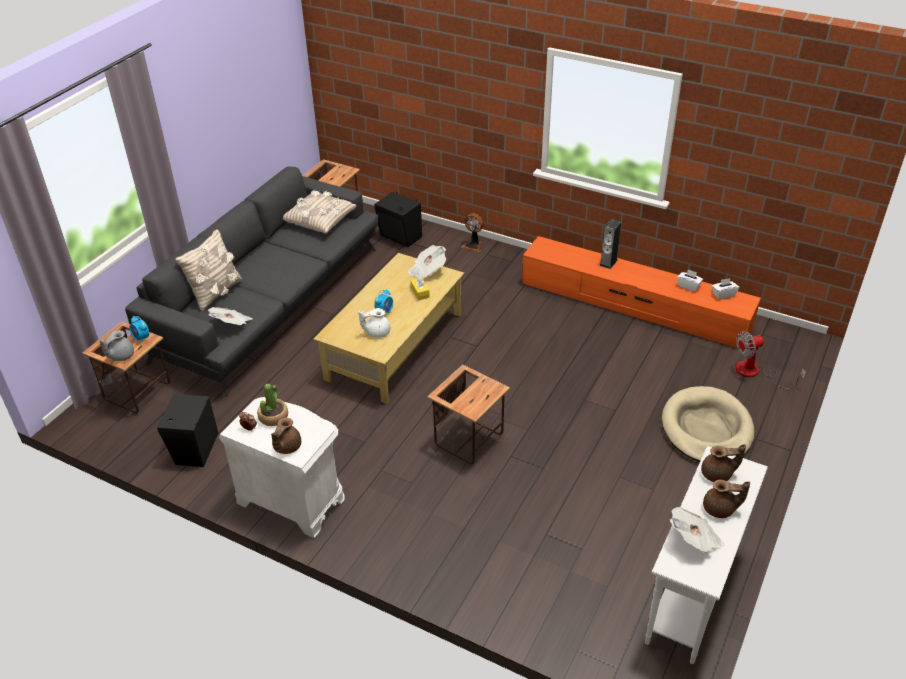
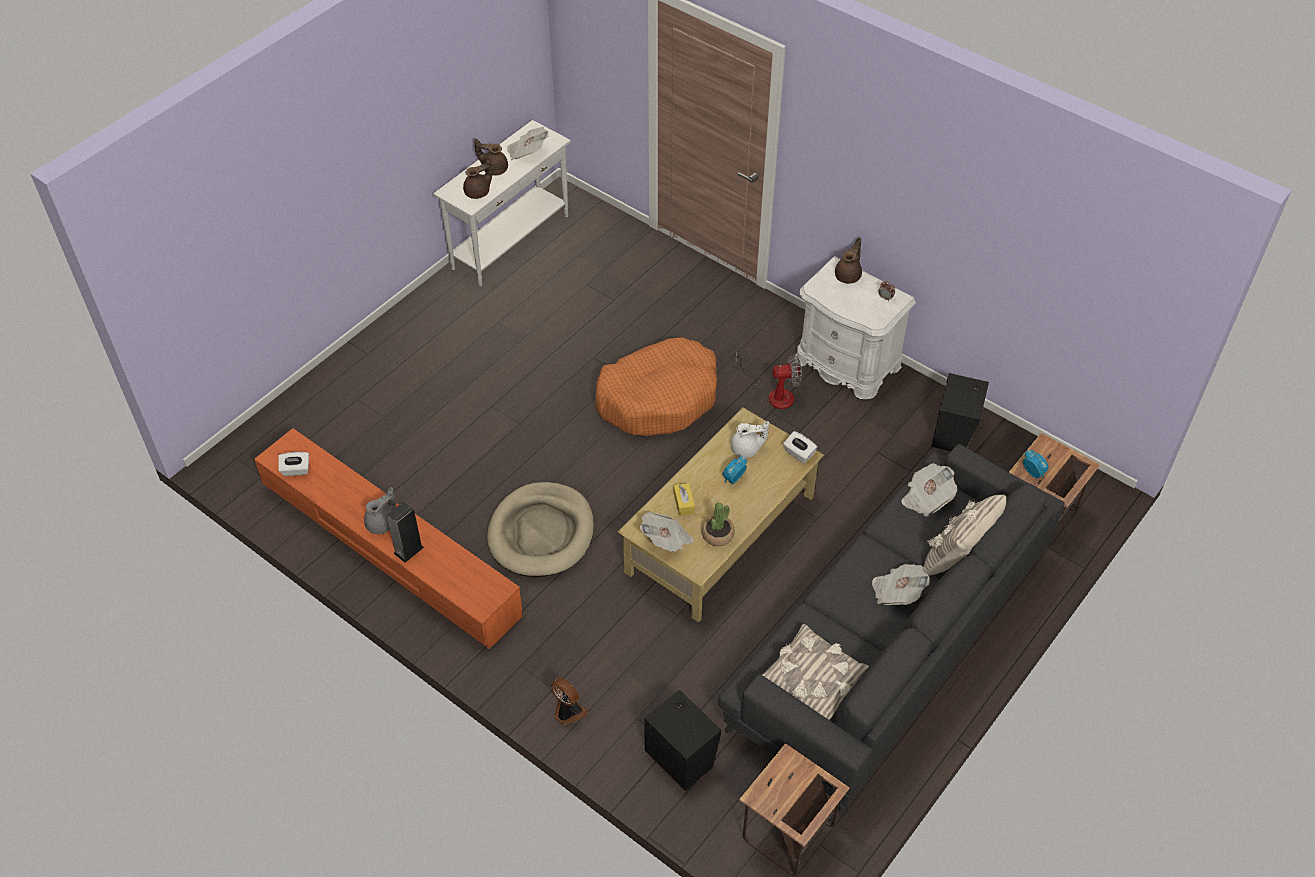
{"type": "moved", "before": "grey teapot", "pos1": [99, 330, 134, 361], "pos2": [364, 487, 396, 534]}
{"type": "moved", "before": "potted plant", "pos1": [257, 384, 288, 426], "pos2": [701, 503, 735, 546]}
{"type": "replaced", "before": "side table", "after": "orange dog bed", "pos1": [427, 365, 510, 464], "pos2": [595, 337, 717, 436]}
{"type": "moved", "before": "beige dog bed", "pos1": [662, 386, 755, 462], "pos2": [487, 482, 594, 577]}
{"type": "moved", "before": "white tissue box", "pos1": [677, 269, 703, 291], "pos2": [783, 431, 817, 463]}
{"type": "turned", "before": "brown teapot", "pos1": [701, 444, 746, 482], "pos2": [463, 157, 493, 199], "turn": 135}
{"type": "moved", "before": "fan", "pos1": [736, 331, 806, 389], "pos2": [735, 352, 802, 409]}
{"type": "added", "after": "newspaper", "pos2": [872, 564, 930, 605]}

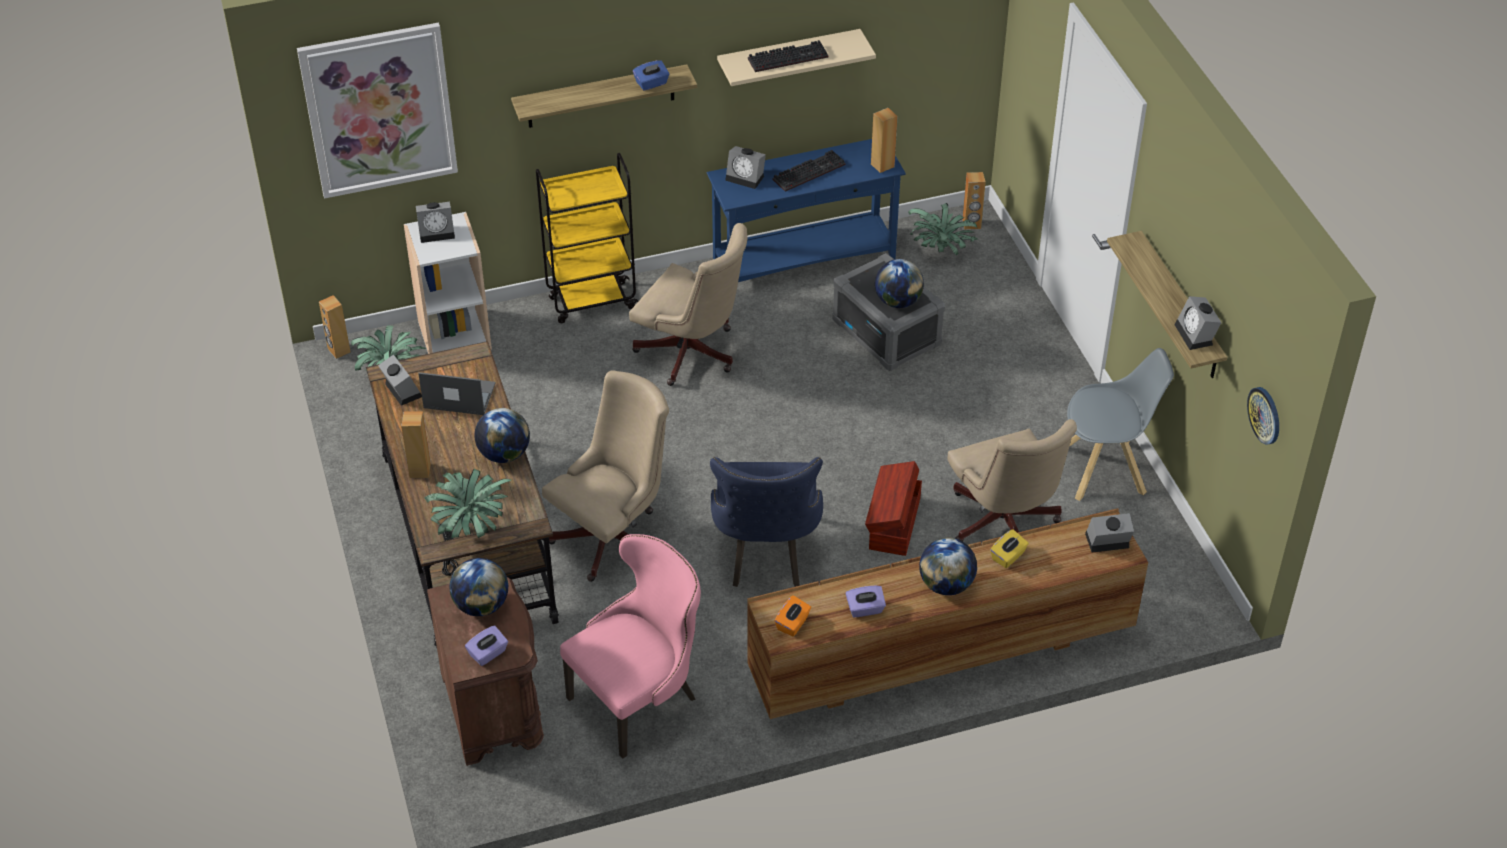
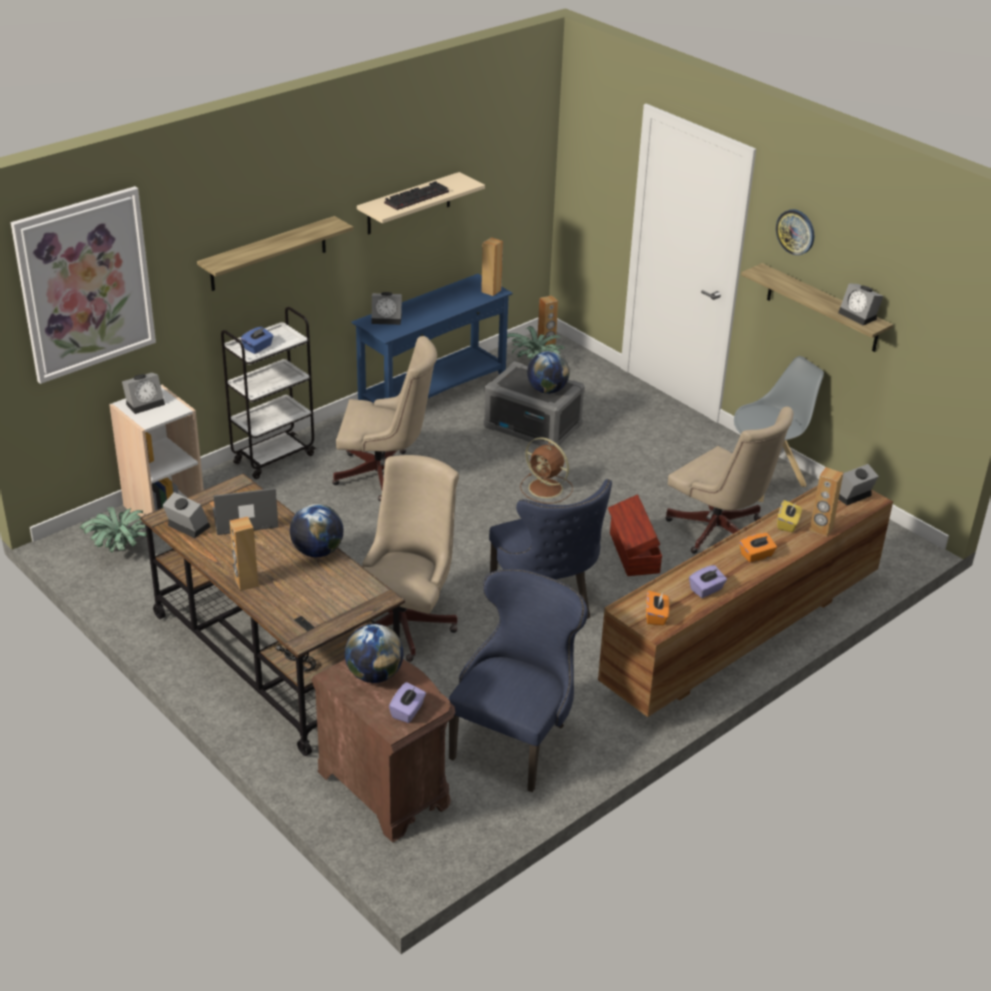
{"type": "moved", "before": "brown speaker", "pos1": [319, 295, 351, 359], "pos2": [810, 467, 843, 537]}
{"type": "removed", "before": "potted plant", "pos1": [425, 469, 511, 538]}
{"type": "recoloured", "before": "yellow cart", "after": "white cart", "pos1": [536, 153, 638, 323], "pos2": [221, 307, 317, 479]}
{"type": "recoloured", "before": "pink chair", "after": "blue chair", "pos1": [560, 534, 701, 759], "pos2": [448, 569, 588, 792]}
{"type": "moved", "before": "blue tissue box", "pos1": [633, 60, 670, 91], "pos2": [241, 327, 274, 354]}
{"type": "removed", "before": "keyboard", "pos1": [772, 150, 846, 192]}
{"type": "replaced", "before": "globe", "after": "orange tissue box", "pos1": [919, 538, 977, 595], "pos2": [740, 533, 777, 563]}
{"type": "moved", "before": "wall clock", "pos1": [1247, 387, 1279, 445], "pos2": [776, 209, 814, 255]}
{"type": "added", "after": "brown fan", "pos2": [520, 437, 573, 504]}

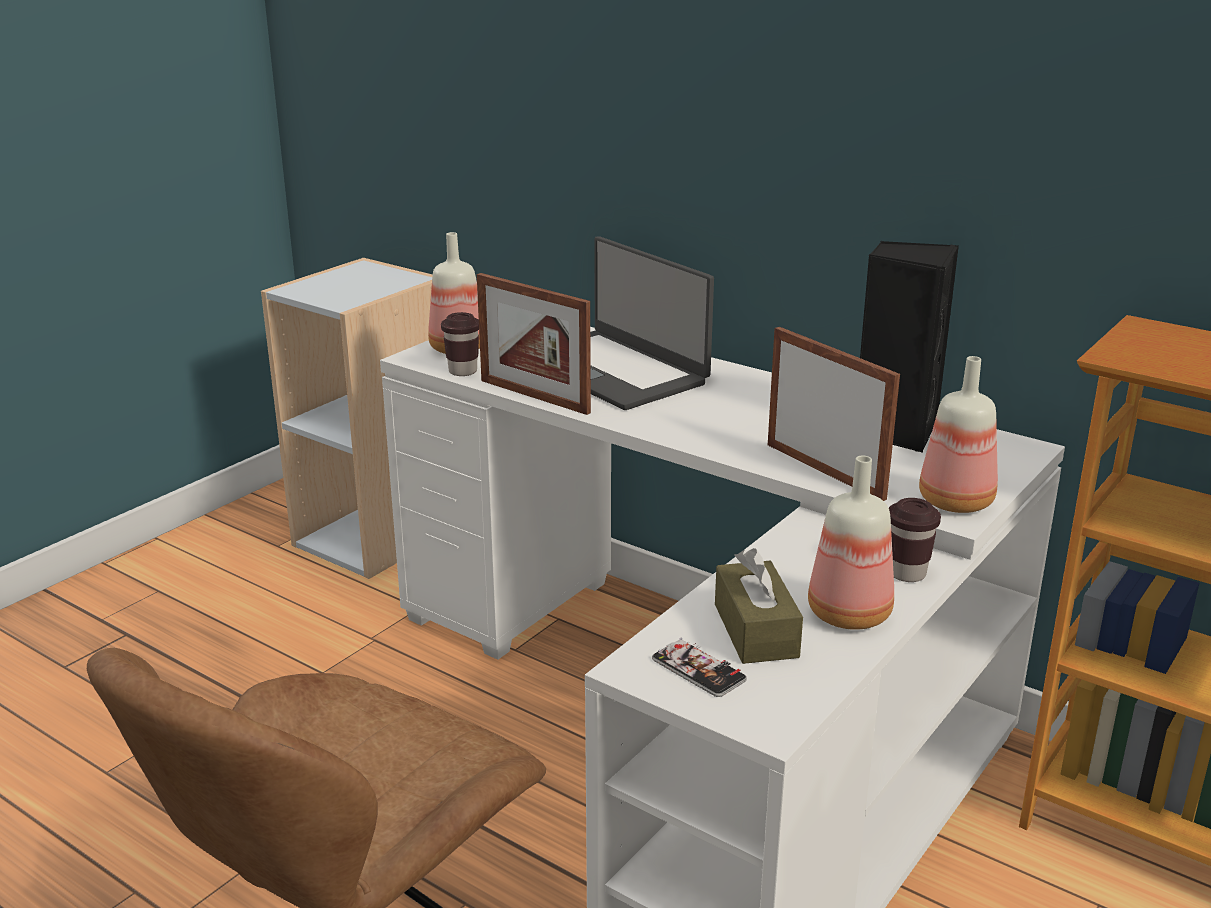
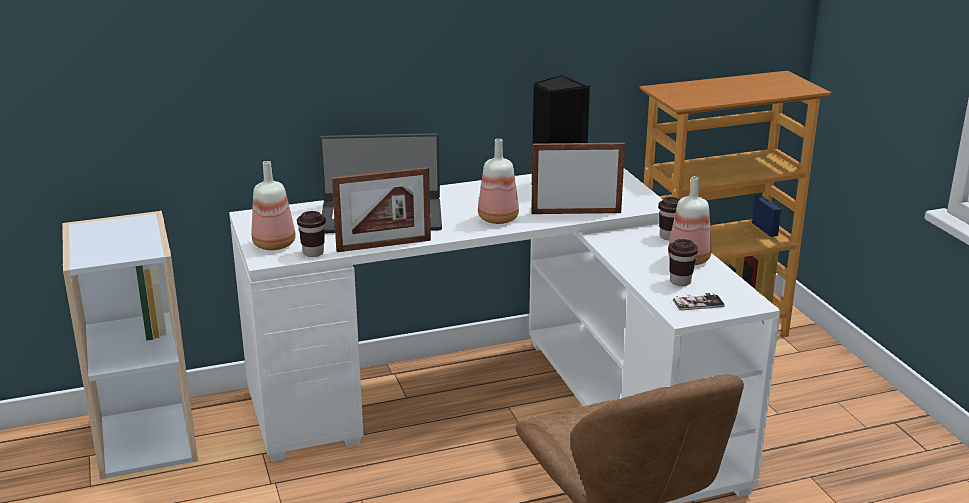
{"type": "replaced", "before": "brown tissue box", "after": "brown cup", "pos1": [715, 548, 803, 664], "pos2": [668, 239, 698, 286]}
{"type": "moved", "before": "bottle", "pos1": [919, 356, 998, 513], "pos2": [478, 139, 519, 224]}

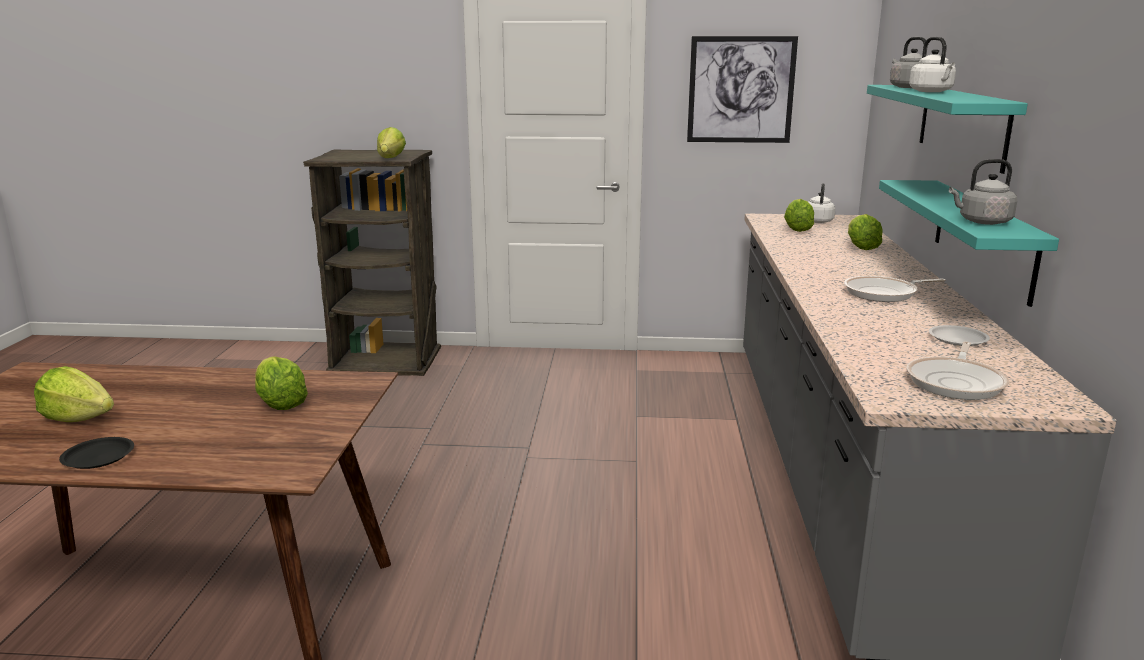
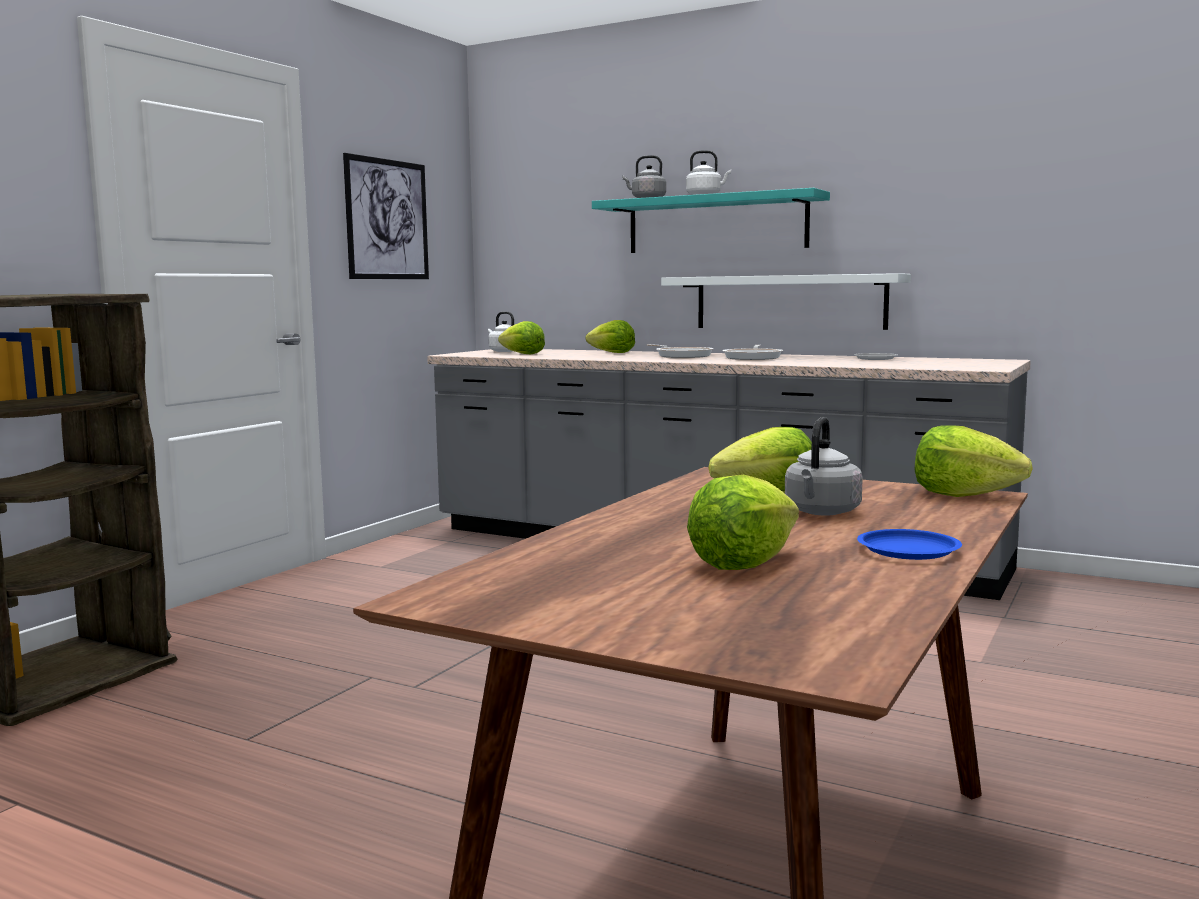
{"type": "recoloured", "before": "black plate", "after": "blue plate", "pos1": [59, 437, 134, 469], "pos2": [857, 529, 962, 560]}
{"type": "moved", "before": "lettuce", "pos1": [377, 127, 406, 158], "pos2": [915, 425, 1033, 497]}
{"type": "recoloured", "before": "turquoise shelf", "after": "white shelf", "pos1": [879, 180, 1059, 307], "pos2": [661, 273, 911, 330]}
{"type": "moved", "before": "frying pan", "pos1": [906, 341, 1009, 400], "pos2": [647, 344, 714, 358]}
{"type": "moved", "before": "grey kettle", "pos1": [949, 159, 1017, 225], "pos2": [785, 417, 863, 516]}

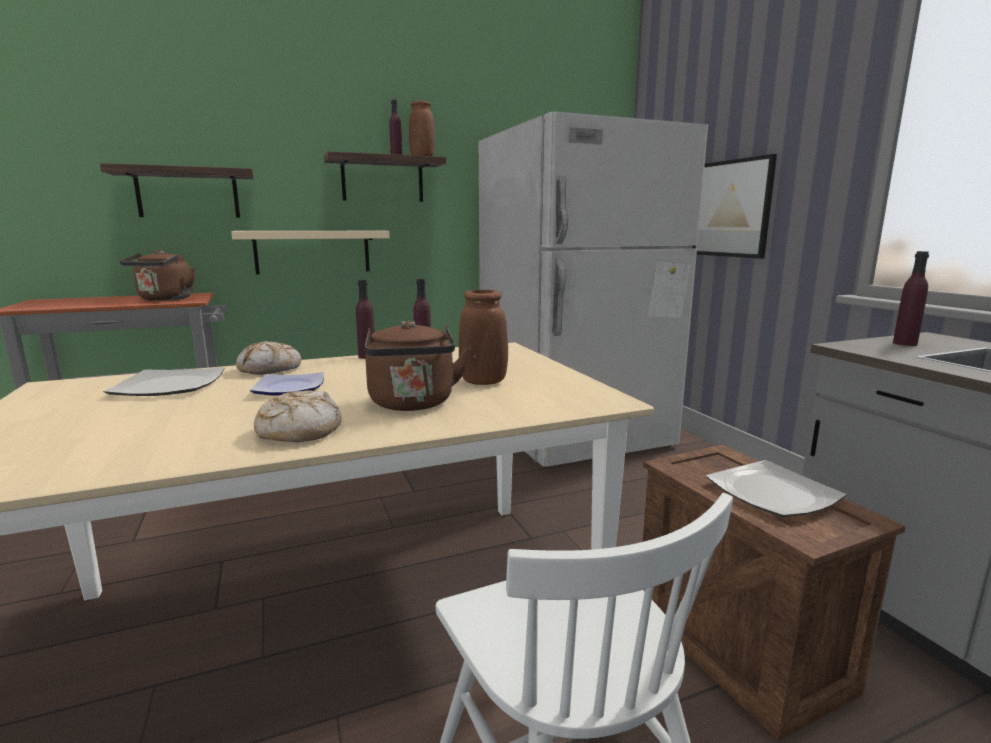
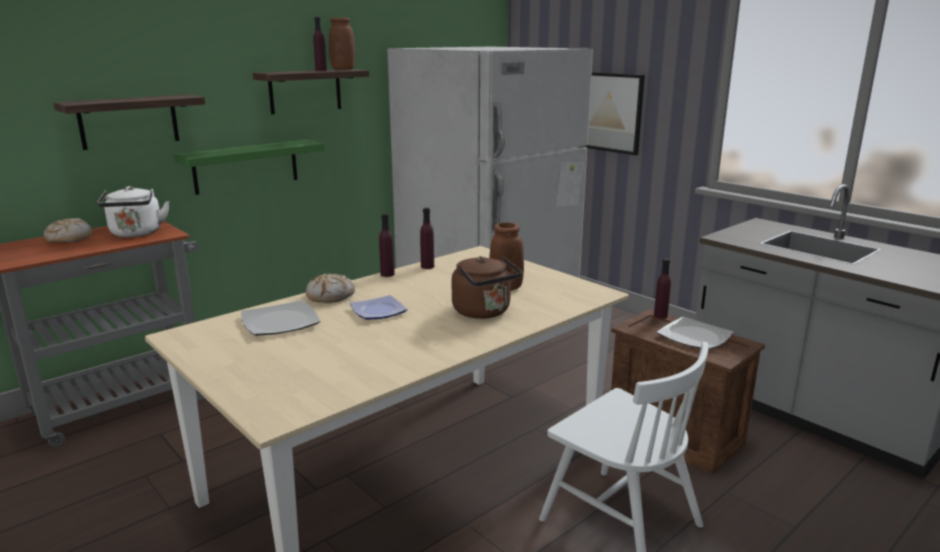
{"type": "recoloured", "before": "brown kettle", "after": "white kettle", "pos1": [120, 250, 196, 301], "pos2": [97, 186, 169, 237]}
{"type": "recoloured", "before": "beige shelf", "after": "green shelf", "pos1": [231, 231, 389, 275], "pos2": [173, 140, 325, 195]}
{"type": "moved", "before": "bread", "pos1": [254, 390, 341, 442], "pos2": [44, 218, 92, 243]}
{"type": "moved", "before": "purple bottle", "pos1": [893, 251, 929, 346], "pos2": [654, 258, 671, 319]}

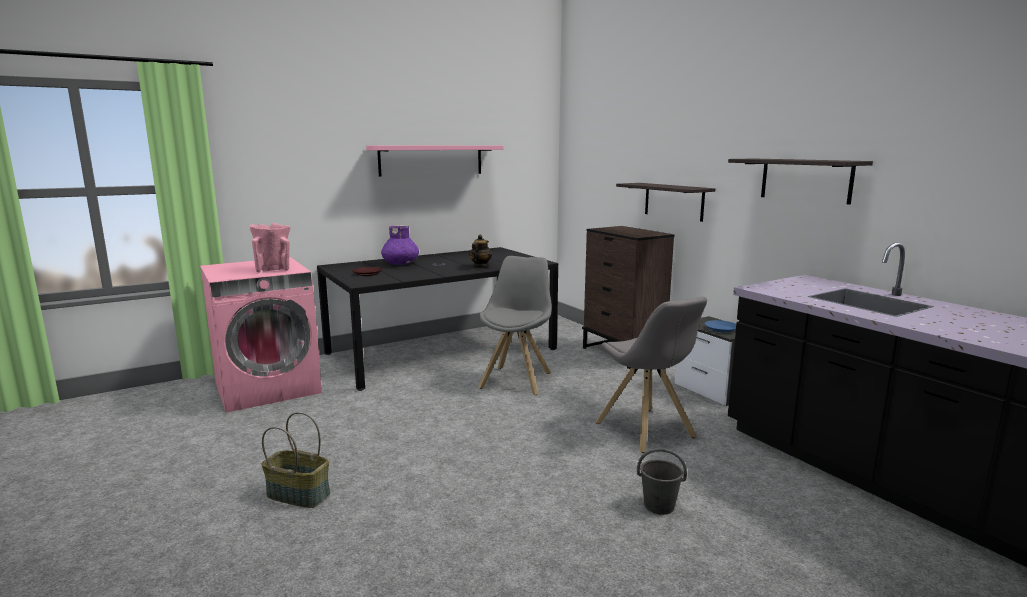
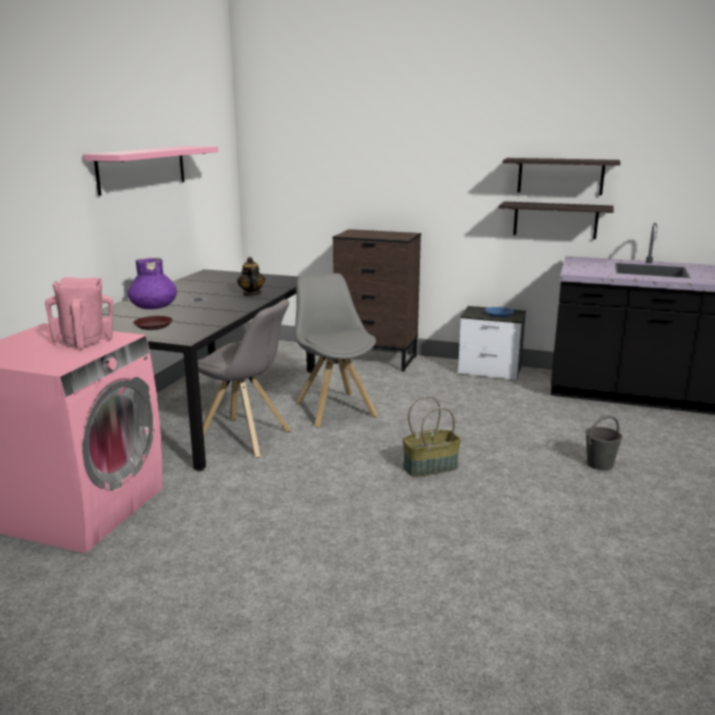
{"type": "moved", "before": "basket", "pos1": [261, 412, 330, 508], "pos2": [403, 396, 461, 477]}
{"type": "moved", "before": "grey chair", "pos1": [595, 296, 707, 453], "pos2": [198, 299, 291, 458]}
{"type": "moved", "before": "shelf", "pos1": [616, 183, 715, 222], "pos2": [499, 201, 614, 239]}

